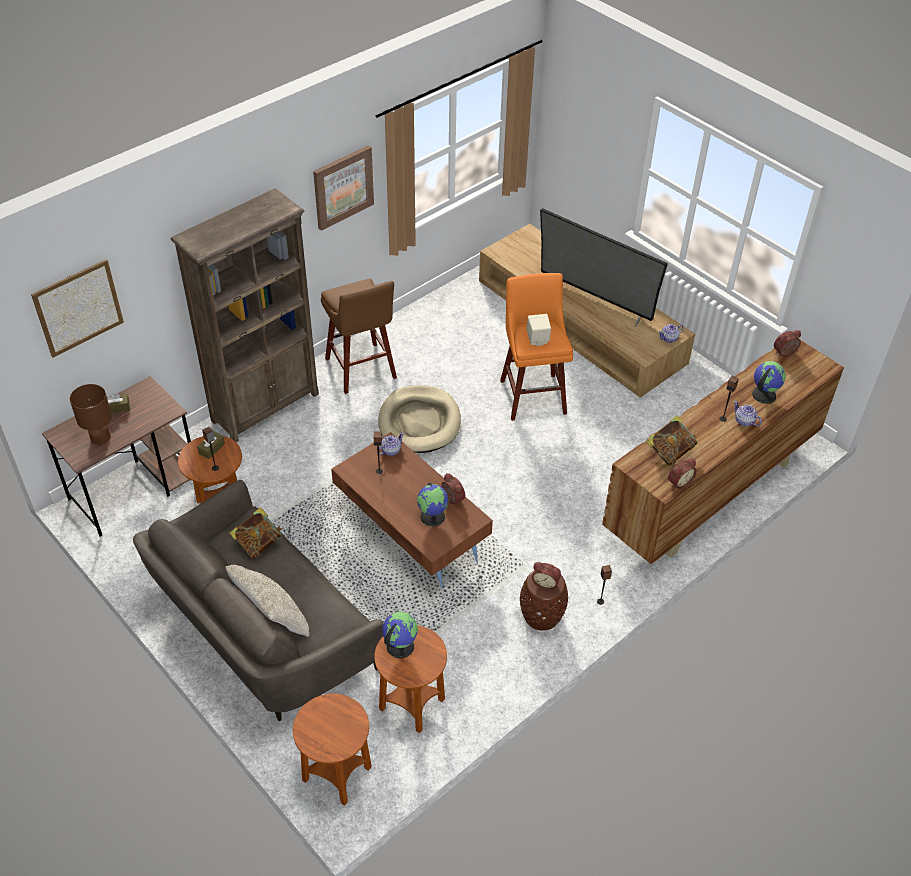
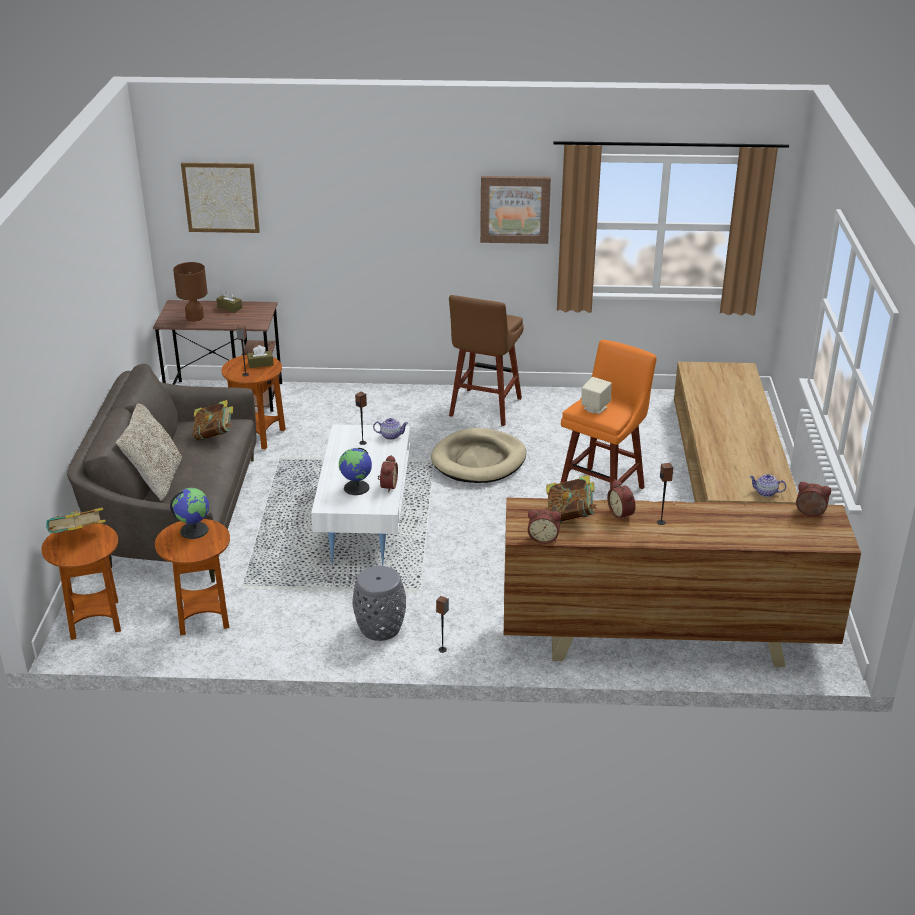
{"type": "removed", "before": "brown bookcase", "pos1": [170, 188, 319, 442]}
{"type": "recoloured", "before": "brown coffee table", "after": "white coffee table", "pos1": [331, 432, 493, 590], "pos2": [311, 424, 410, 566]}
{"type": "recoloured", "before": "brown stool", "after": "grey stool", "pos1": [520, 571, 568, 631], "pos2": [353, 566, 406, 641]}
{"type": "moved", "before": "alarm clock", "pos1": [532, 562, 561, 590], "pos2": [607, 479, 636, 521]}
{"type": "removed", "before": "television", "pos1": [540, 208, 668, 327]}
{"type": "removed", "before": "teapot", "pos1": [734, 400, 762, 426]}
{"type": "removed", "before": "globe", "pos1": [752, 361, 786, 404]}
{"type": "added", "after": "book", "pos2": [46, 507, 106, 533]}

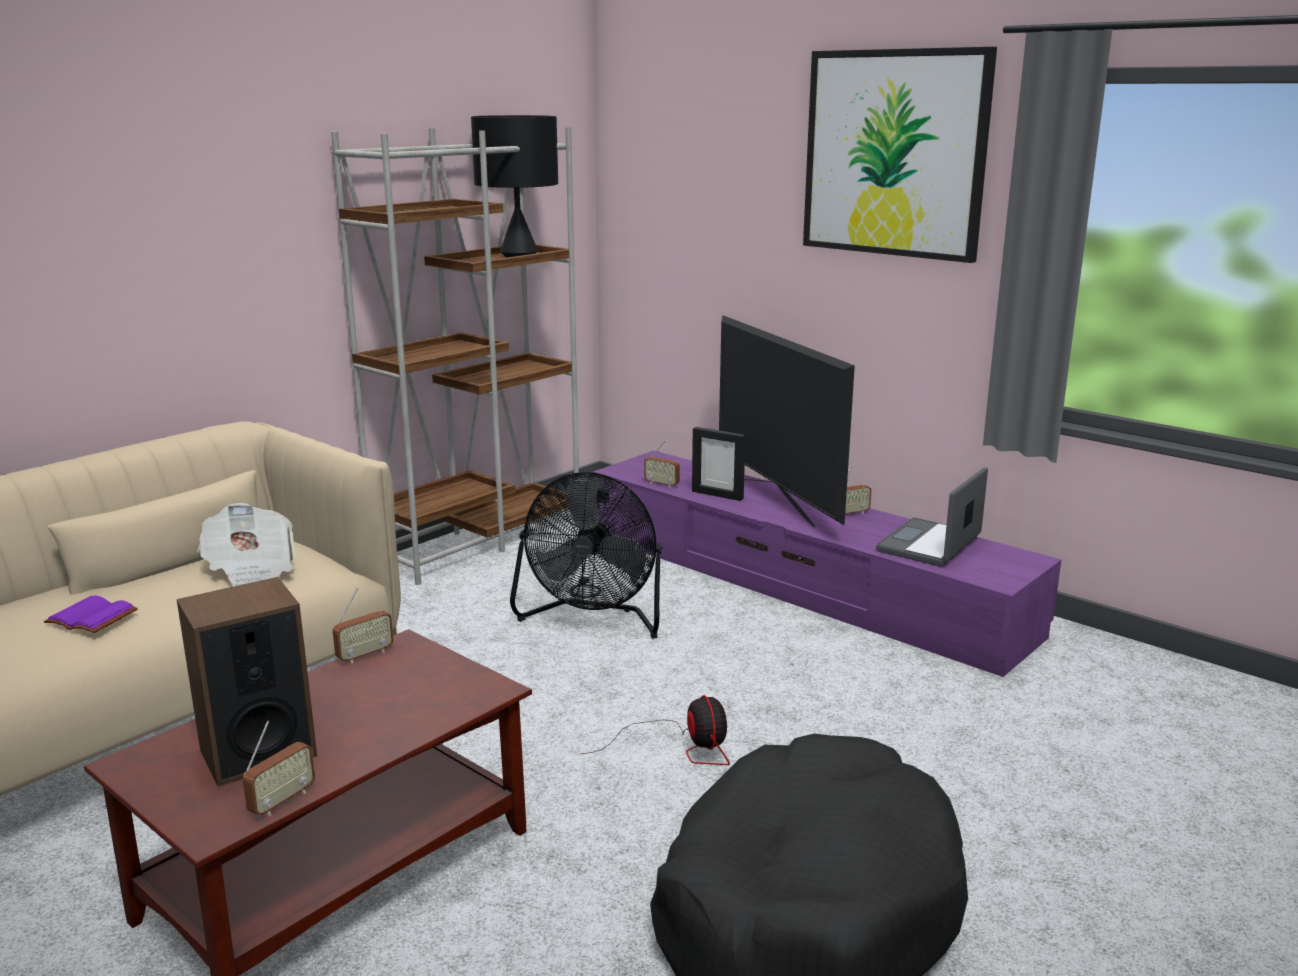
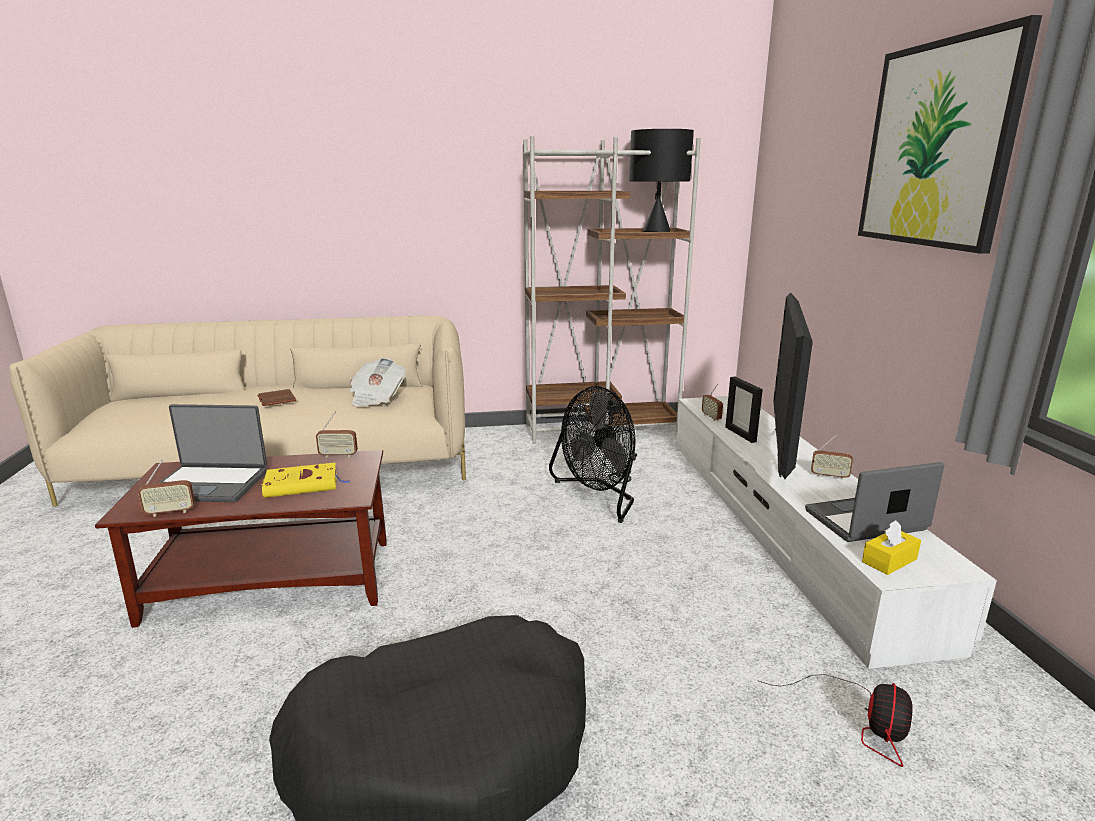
{"type": "recoloured", "before": "purple book", "after": "brown book", "pos1": [44, 596, 138, 633], "pos2": [257, 389, 296, 406]}
{"type": "replaced", "before": "speaker", "after": "laptop", "pos1": [177, 577, 317, 786], "pos2": [159, 404, 267, 502]}
{"type": "moved", "before": "fan", "pos1": [581, 695, 730, 765], "pos2": [759, 674, 913, 767]}
{"type": "recoloured", "before": "purple tv stand", "after": "white tv stand", "pos1": [593, 451, 1062, 677], "pos2": [676, 396, 997, 669]}
{"type": "added", "after": "yellow book", "pos2": [261, 462, 351, 498]}
{"type": "added", "after": "yellow tissue box", "pos2": [862, 520, 921, 575]}

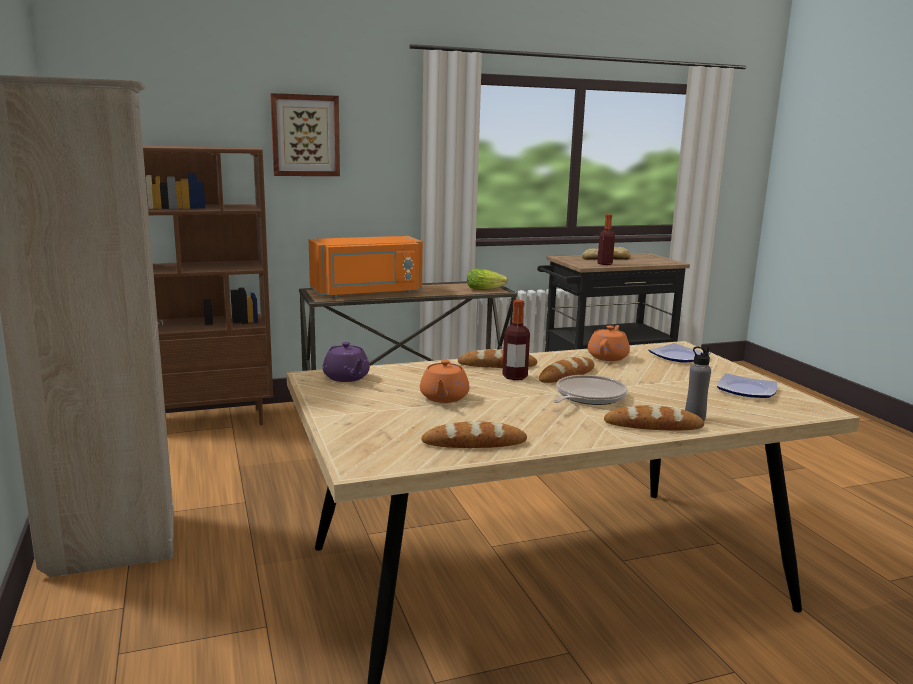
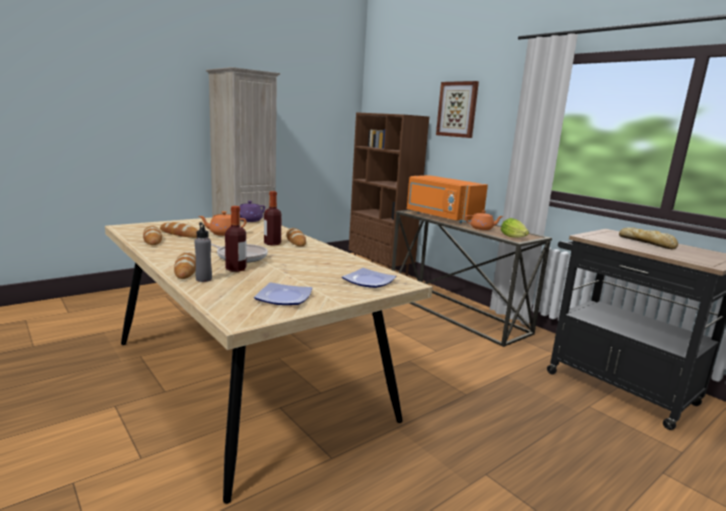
{"type": "moved", "before": "bread", "pos1": [539, 357, 594, 383], "pos2": [160, 222, 198, 238]}
{"type": "moved", "before": "orange teapot", "pos1": [588, 325, 630, 361], "pos2": [465, 211, 503, 230]}
{"type": "moved", "before": "bottle", "pos1": [597, 214, 615, 265], "pos2": [225, 206, 247, 272]}

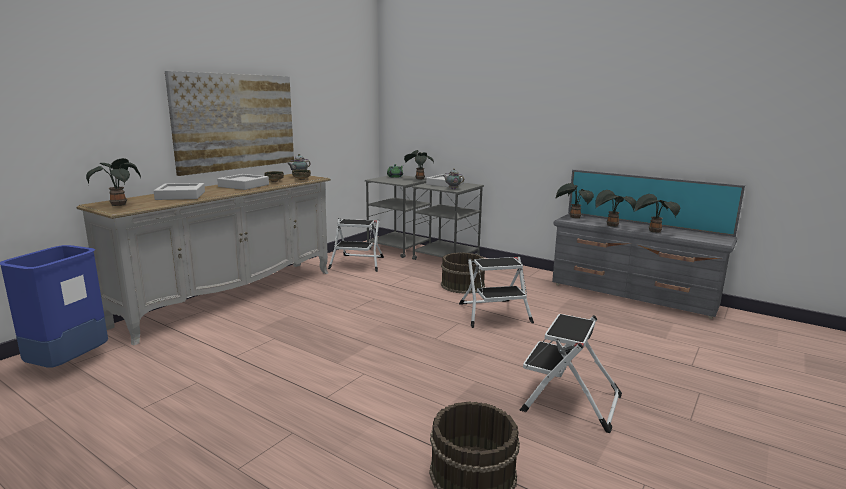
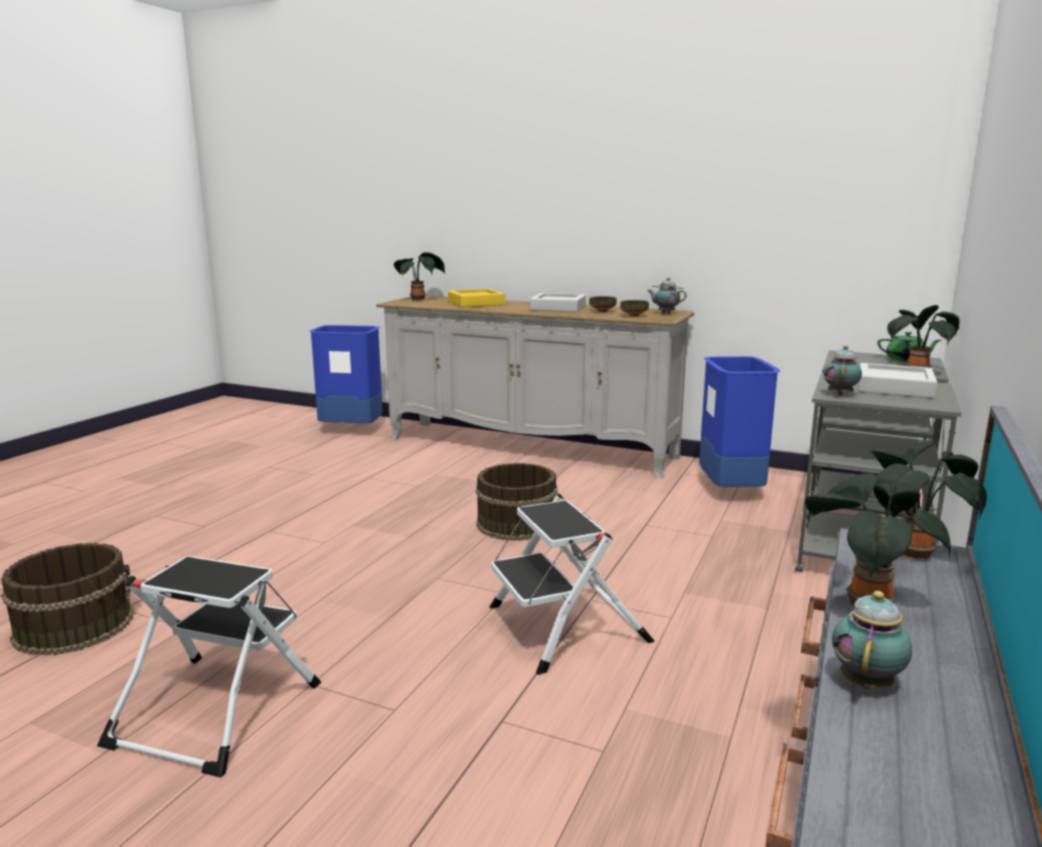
{"type": "recoloured", "before": "grey tray", "after": "yellow tray", "pos1": [154, 183, 205, 200], "pos2": [448, 289, 505, 307]}
{"type": "removed", "before": "picture", "pos1": [165, 71, 294, 176]}
{"type": "replaced", "before": "step ladder", "after": "blue trash can", "pos1": [328, 218, 384, 272], "pos2": [699, 356, 780, 487]}
{"type": "moved", "before": "brown bucket", "pos1": [441, 253, 485, 294], "pos2": [476, 463, 558, 541]}
{"type": "replaced", "before": "potted plant", "after": "teapot", "pos1": [635, 194, 680, 233], "pos2": [832, 591, 912, 689]}

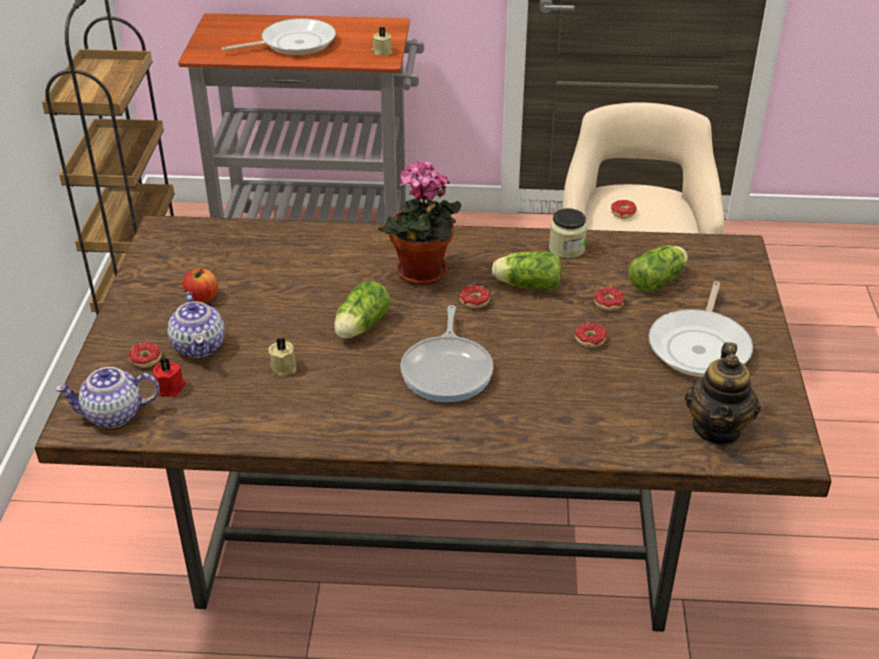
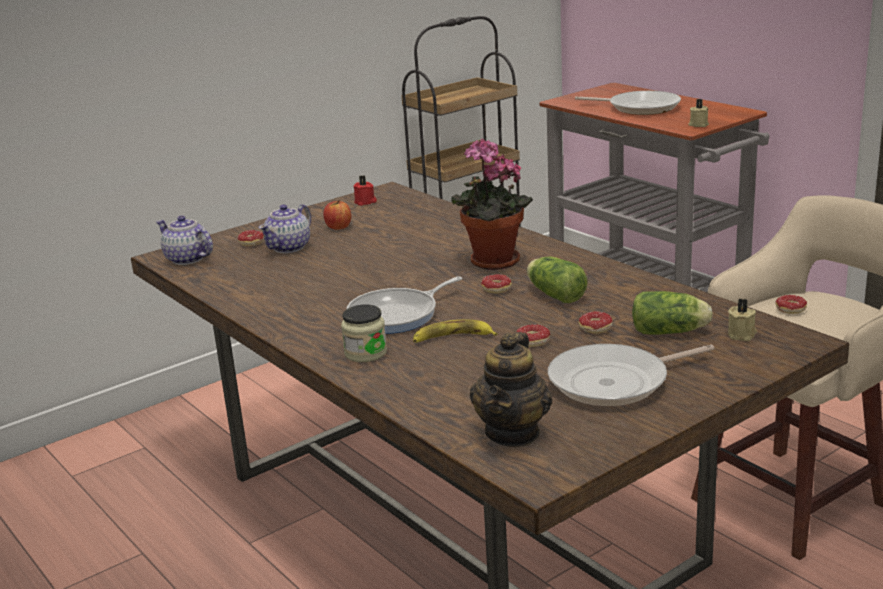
{"type": "moved", "before": "red candle", "pos1": [153, 358, 186, 397], "pos2": [353, 175, 377, 206]}
{"type": "moved", "before": "beige candle", "pos1": [268, 337, 296, 376], "pos2": [728, 299, 757, 341]}
{"type": "removed", "before": "lettuce", "pos1": [334, 281, 390, 339]}
{"type": "moved", "before": "jar", "pos1": [549, 208, 587, 259], "pos2": [341, 304, 387, 362]}
{"type": "turned", "before": "teapot", "pos1": [685, 342, 761, 446], "pos2": [470, 332, 552, 447], "turn": -45}
{"type": "added", "after": "banana", "pos2": [413, 320, 497, 343]}

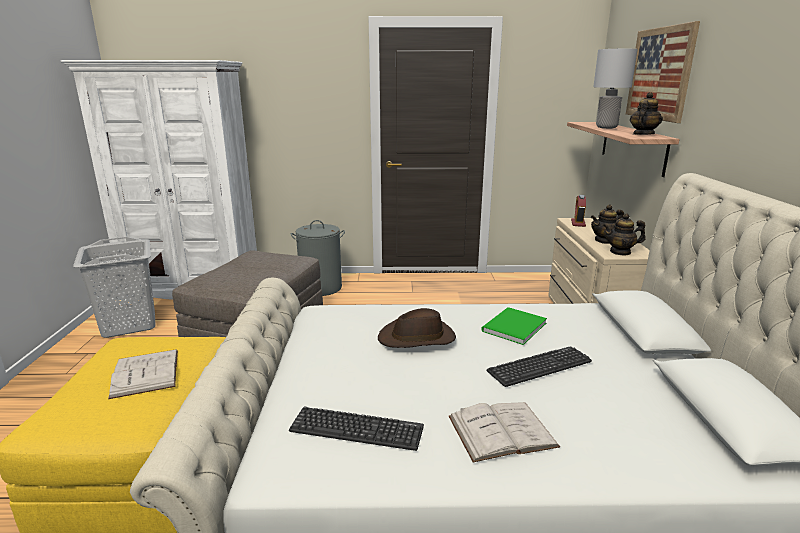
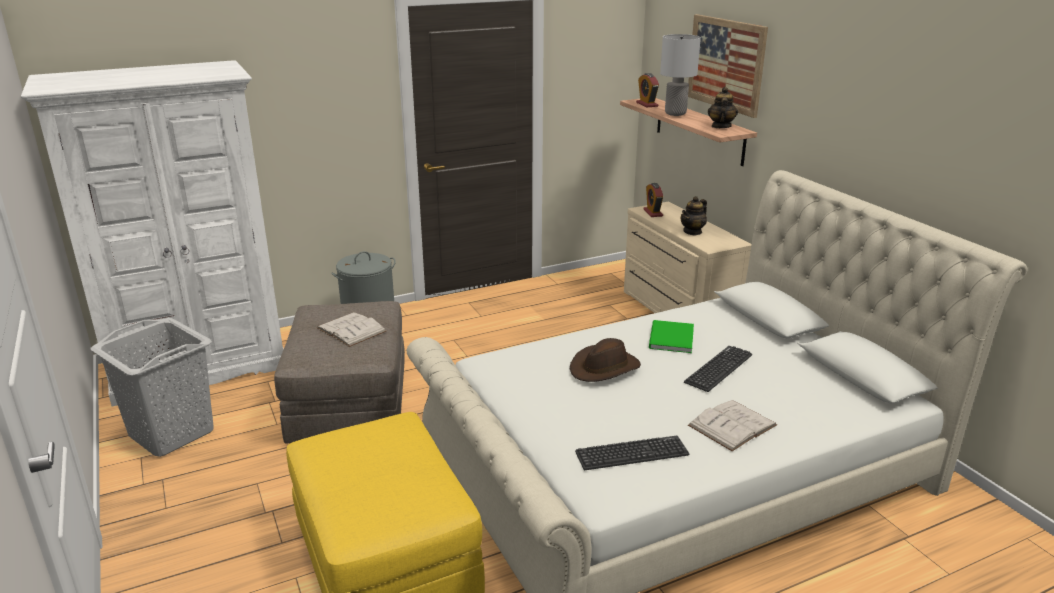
{"type": "moved", "before": "white book", "pos1": [108, 349, 178, 399], "pos2": [316, 312, 387, 347]}
{"type": "removed", "before": "teapot", "pos1": [602, 213, 646, 255]}
{"type": "added", "after": "alarm clock", "pos2": [636, 73, 659, 107]}

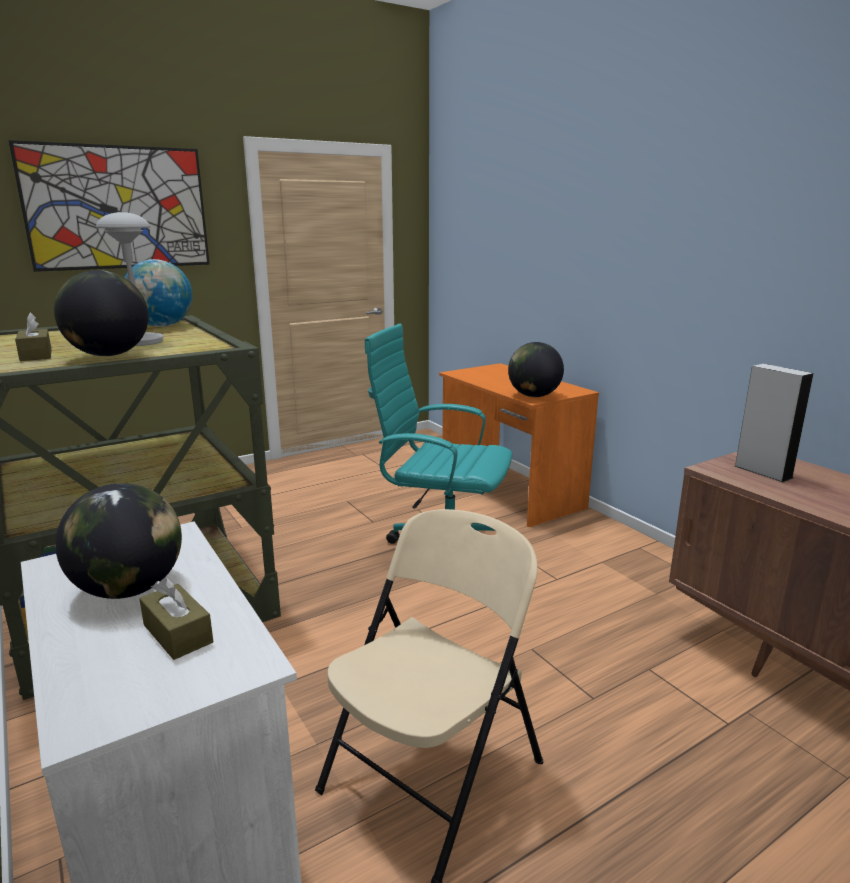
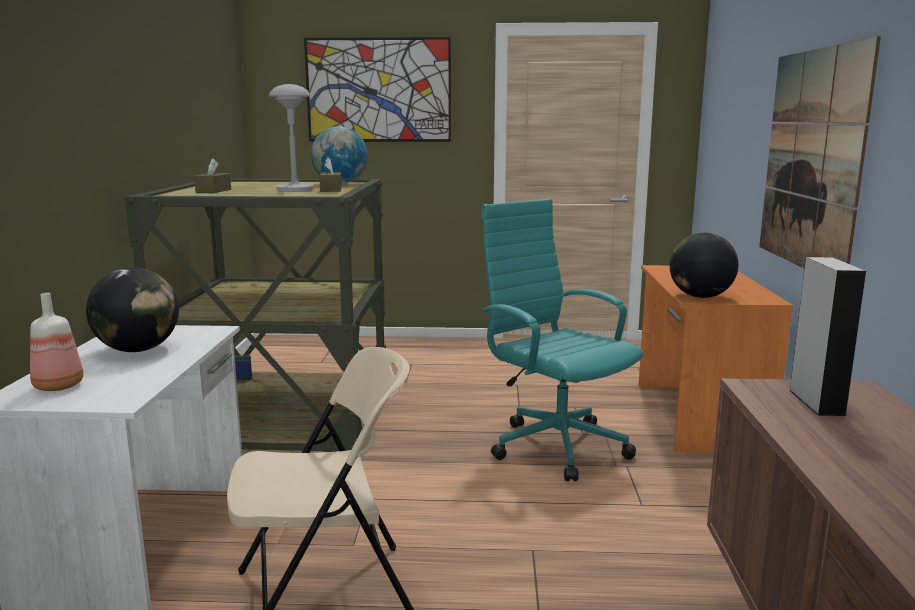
{"type": "removed", "before": "globe", "pos1": [54, 270, 148, 356]}
{"type": "moved", "before": "brown tissue box", "pos1": [139, 578, 213, 660], "pos2": [319, 158, 342, 192]}
{"type": "added", "after": "bottle", "pos2": [30, 293, 84, 391]}
{"type": "added", "after": "picture", "pos2": [759, 36, 881, 269]}

